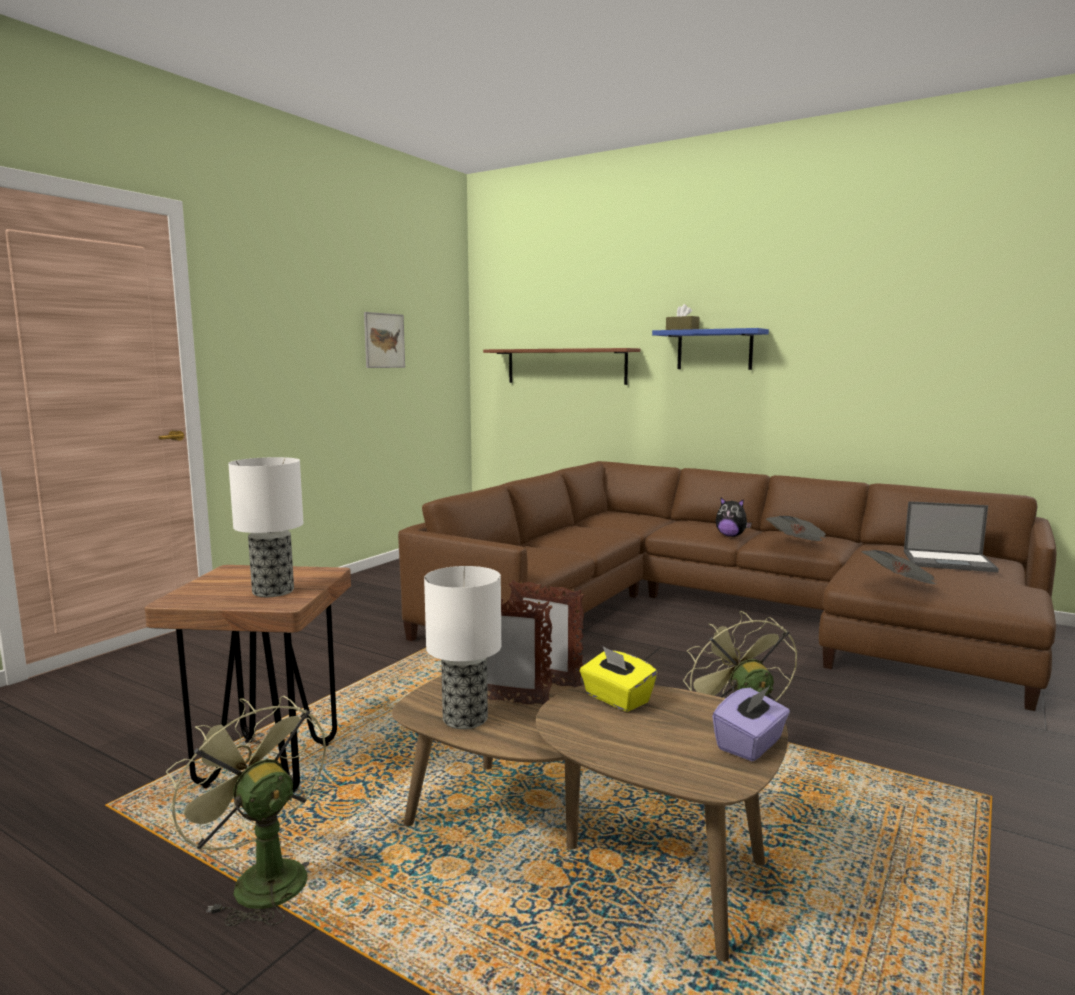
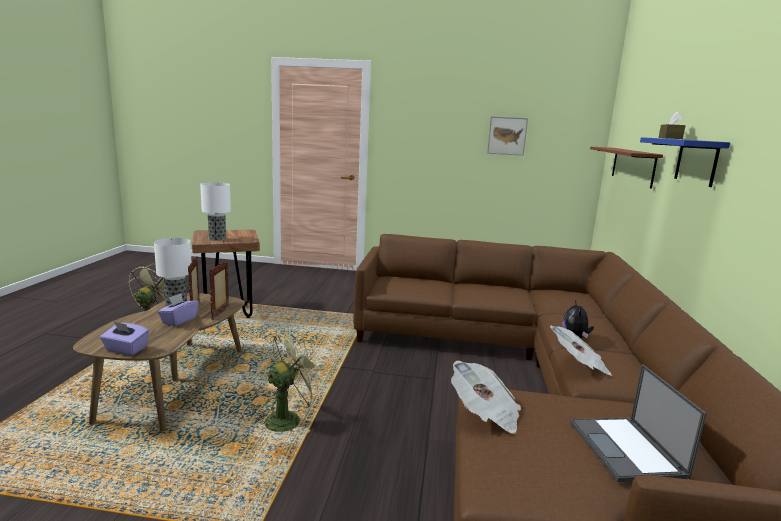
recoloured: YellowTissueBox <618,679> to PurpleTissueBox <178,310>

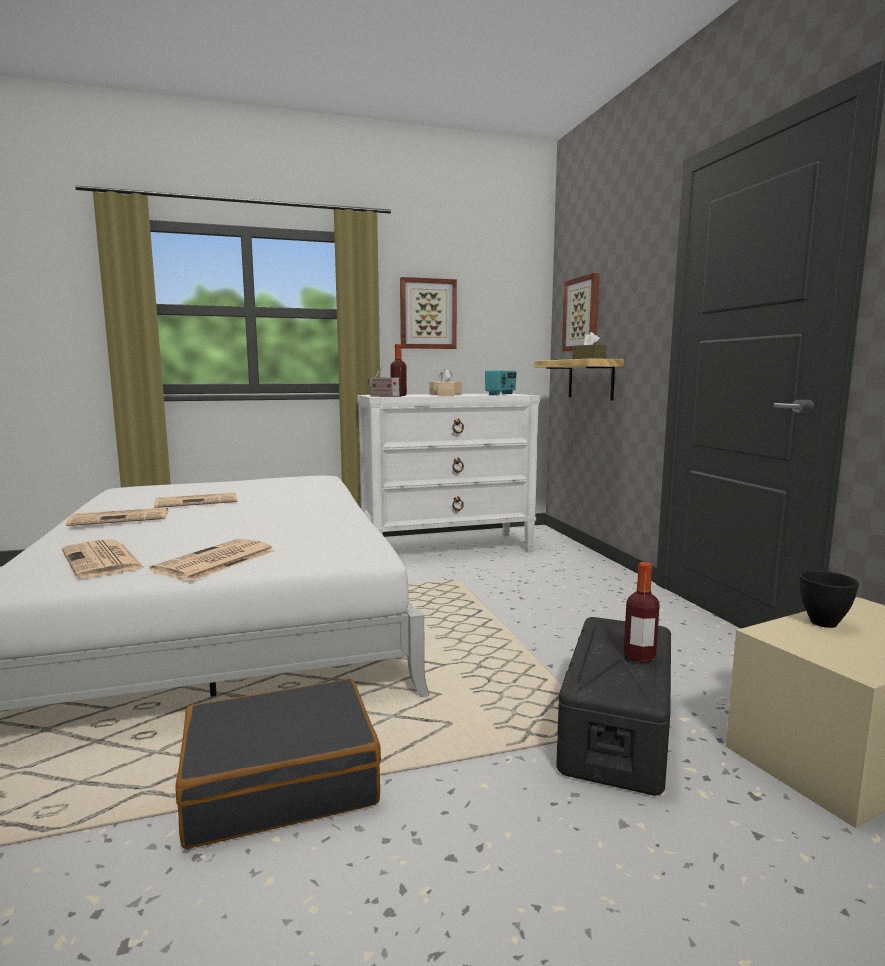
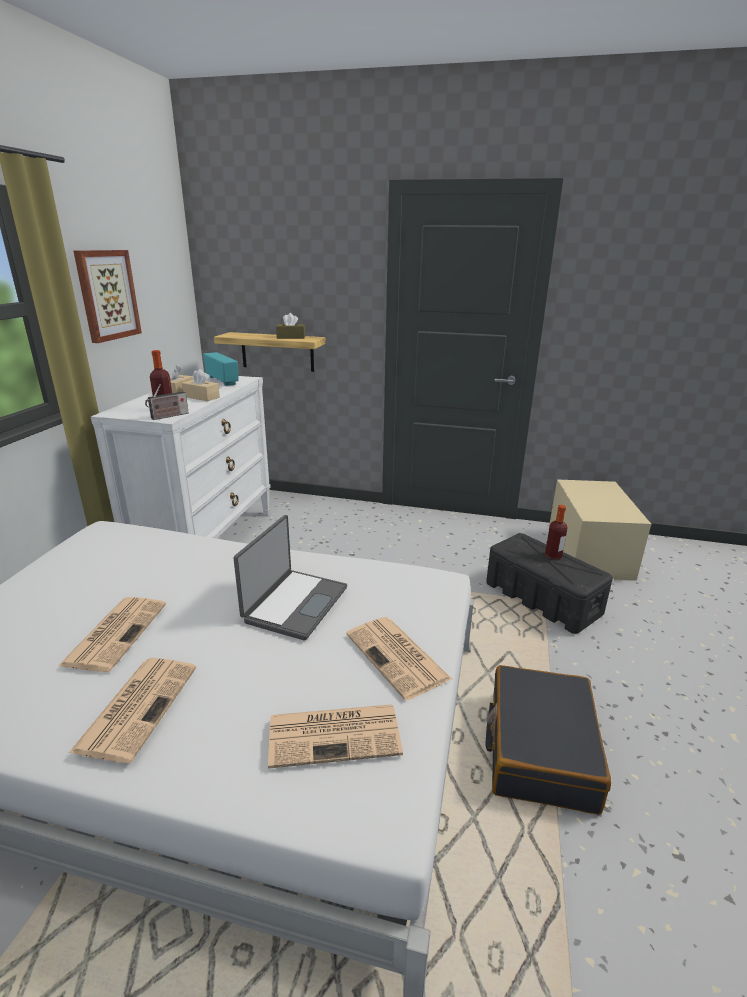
removed: Picture <581,312>; BlackBowl <829,599>
added: Laptop <290,577>

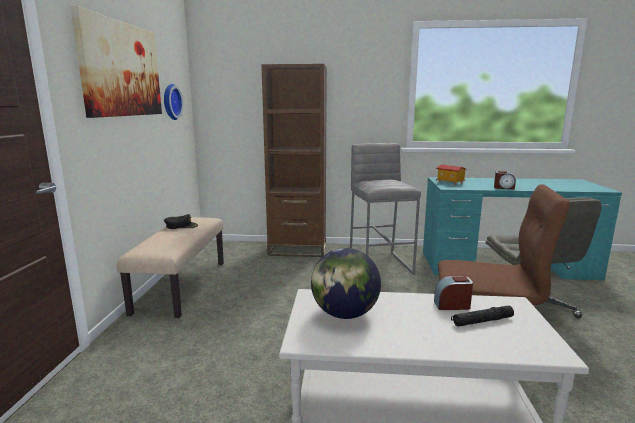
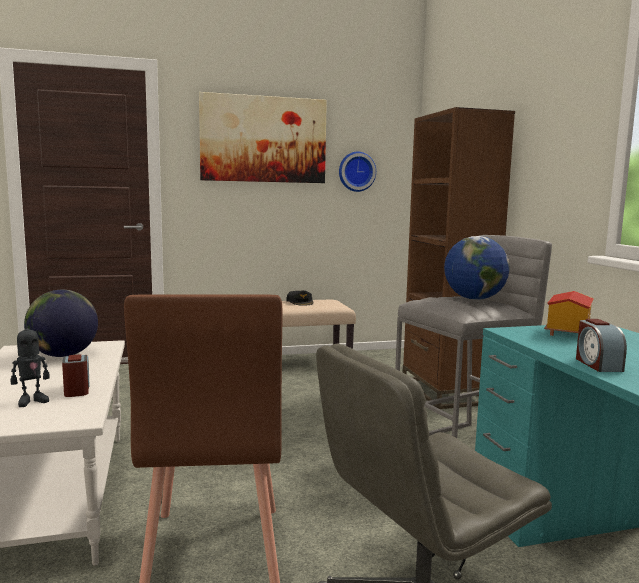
added: Globe <476,268>
replaced: BlackFlashlight <482,316> to ToyRobot <30,362>

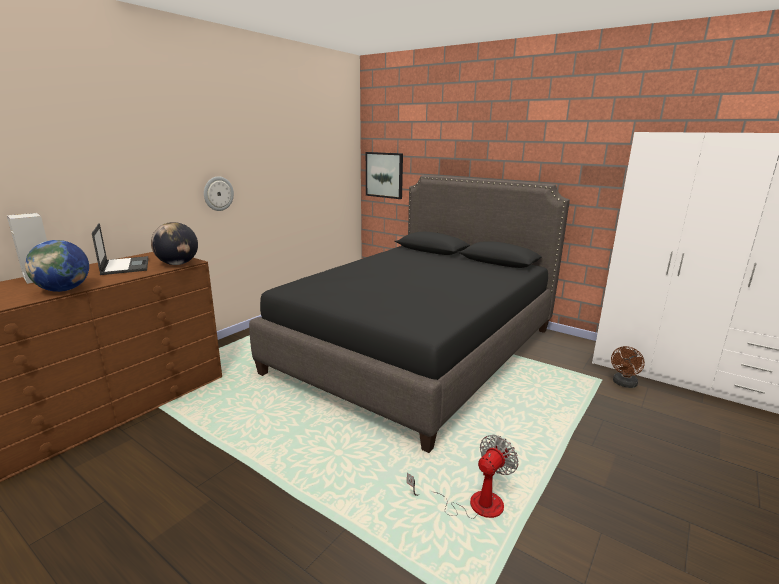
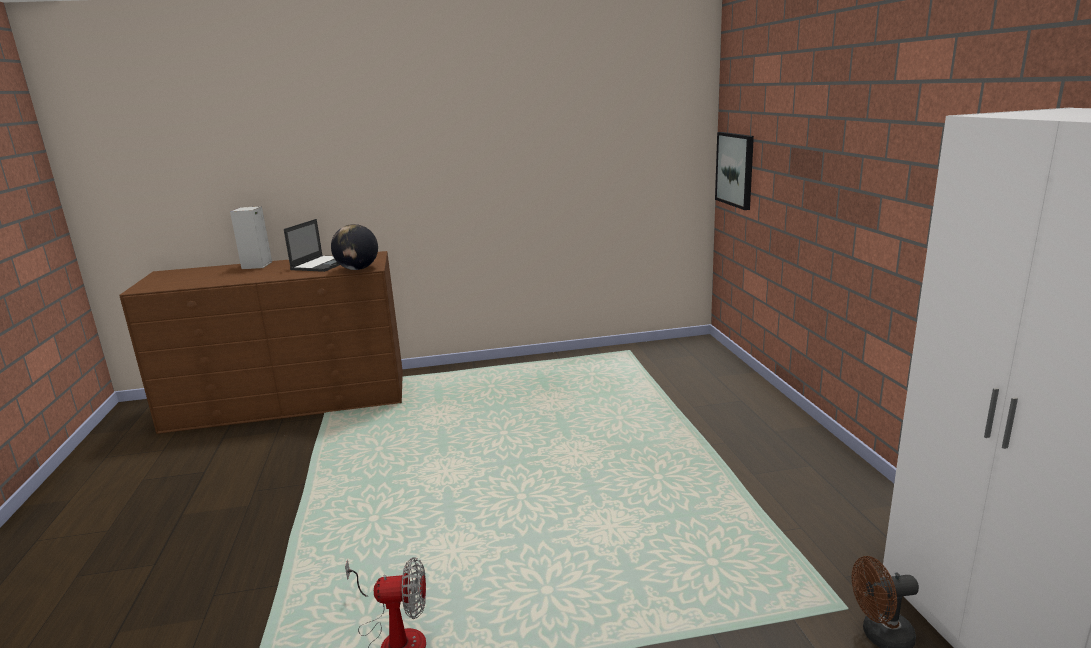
removed: Globe <57,266>; WallClock <219,193>; BlackBed <409,314>

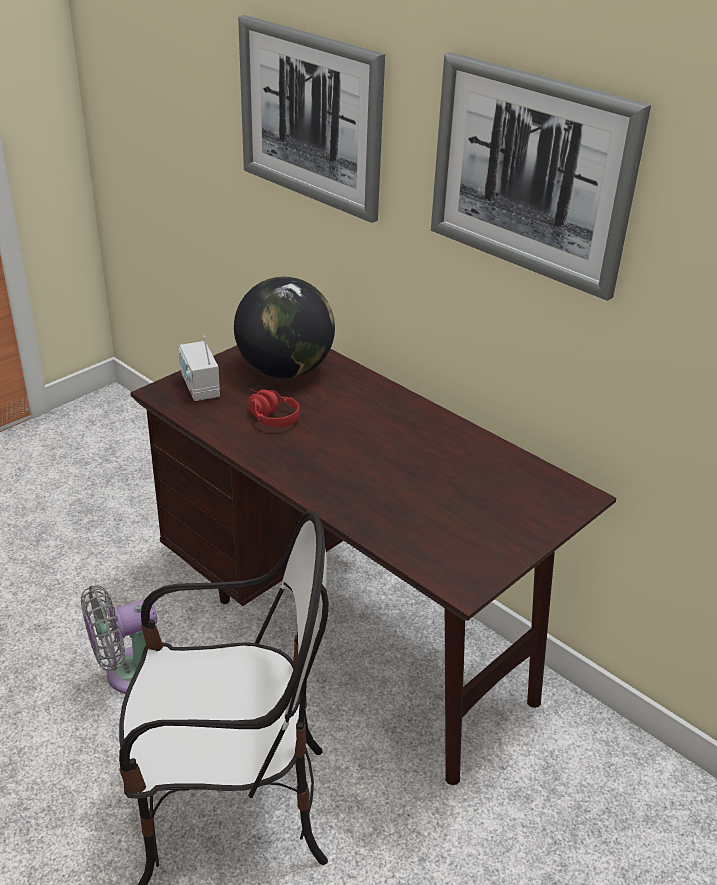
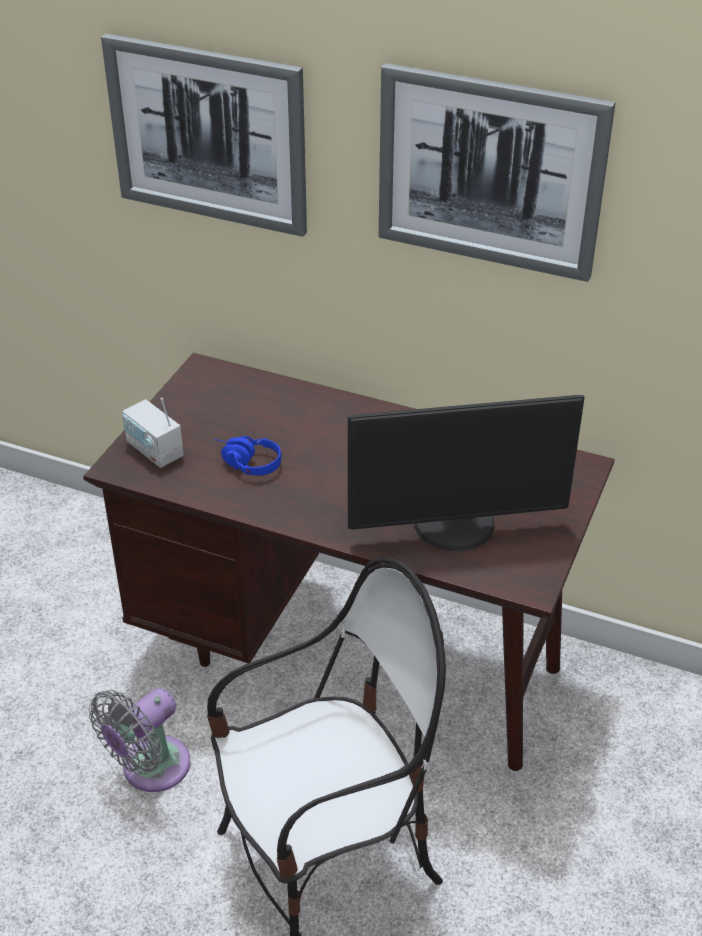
removed: Globe <284,327>
added: Monitor <466,473>
recoloured: RedHeadphones <274,408> to BlueHeadphones <247,455>

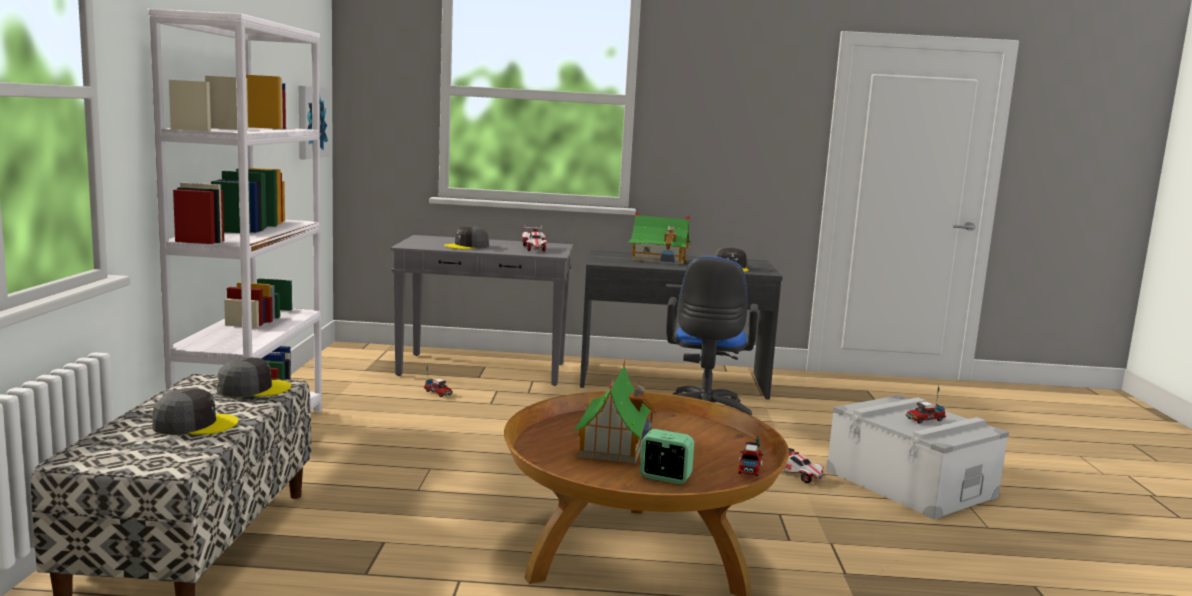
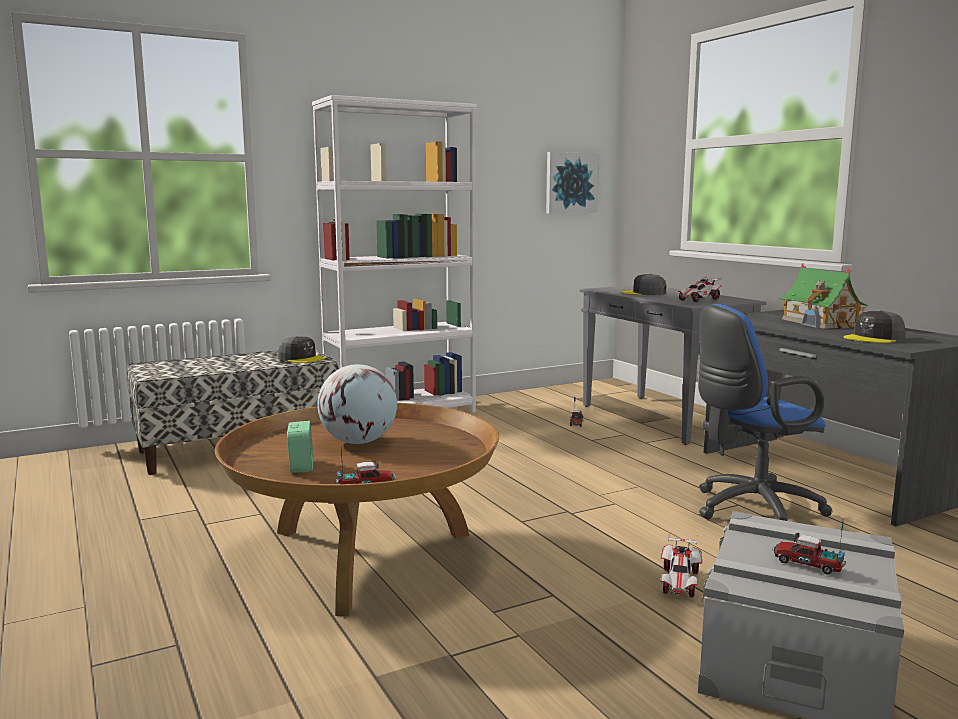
removed: GreyCap <195,411>
replaced: ToyHouse <615,411> to Globe <357,404>

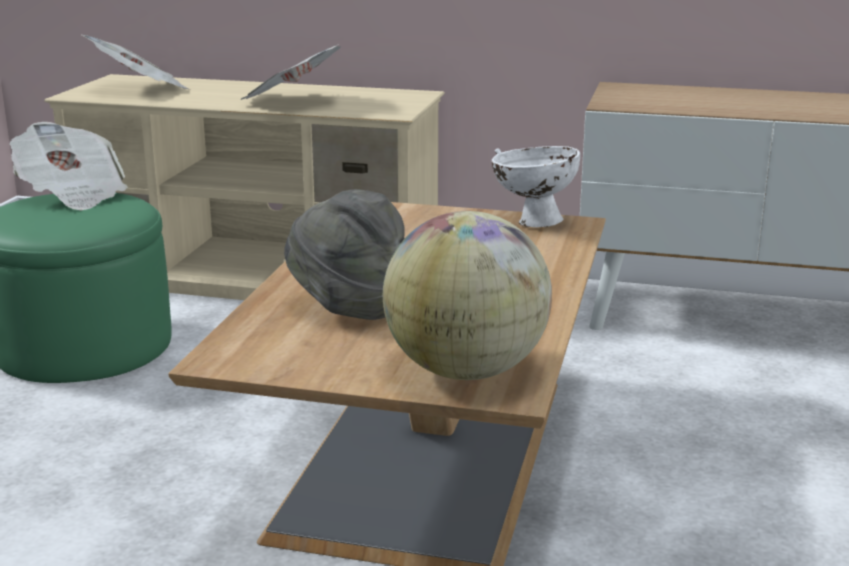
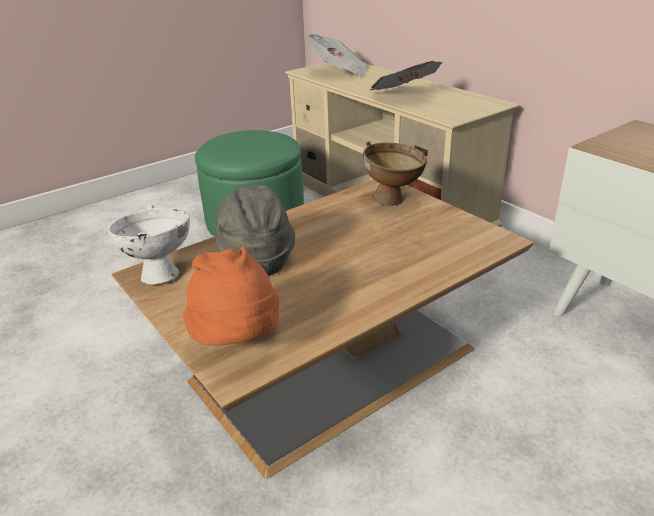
removed: Newspaper <69,166>
added: BrownBowl <395,173>
moved: WhiteBowl <536,186> to <149,244>
replaced: Globe <467,295> to OrangeHat <231,296>

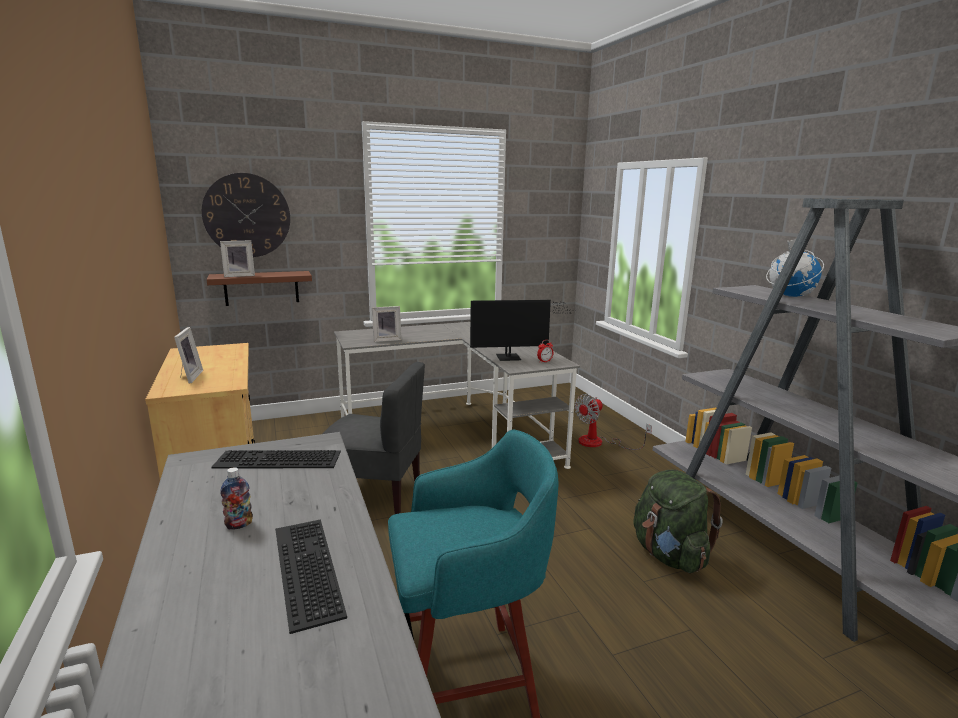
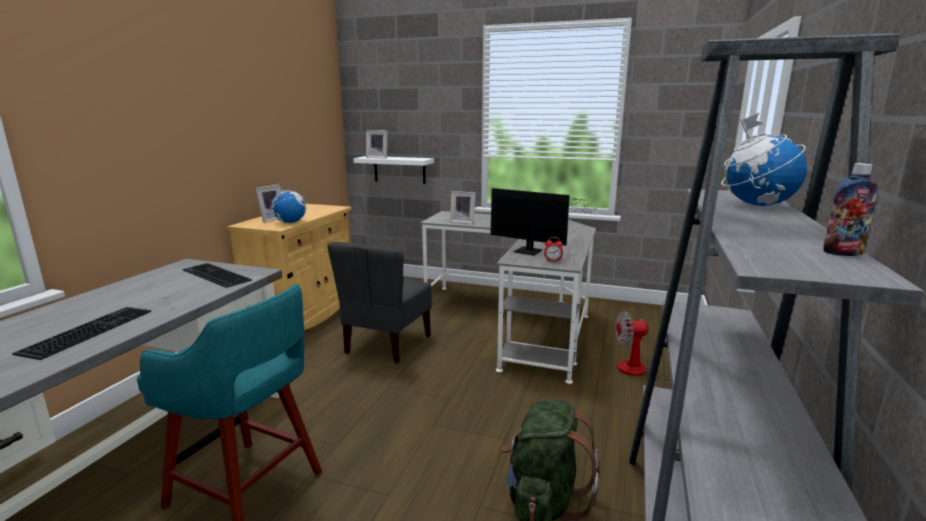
removed: WallClock <246,215>
added: Globe <288,202>
moved: Bottle <236,498> to <851,209>
recoloured: BrownShelf <259,288> to WhiteShelf <393,170>
turned: GreyChair <373,438> = <379,302> 60 degrees clockwise

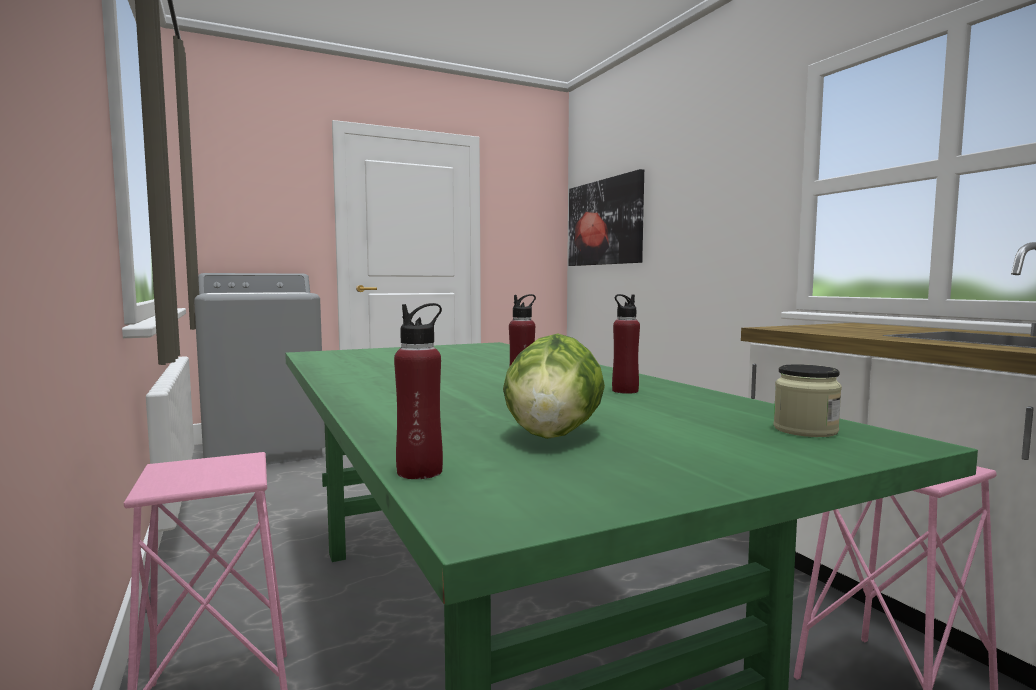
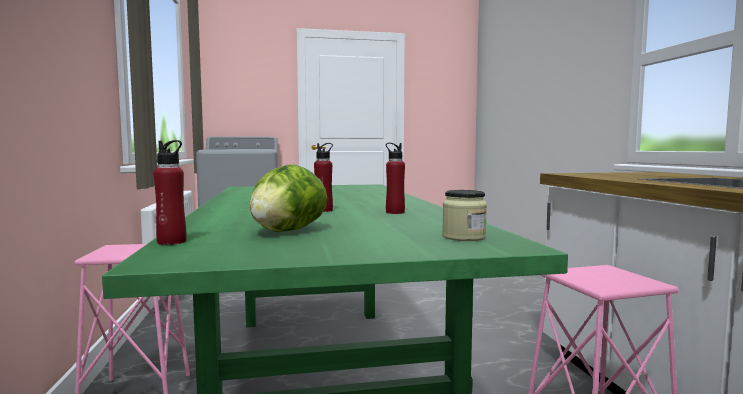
removed: Picture <606,217>

